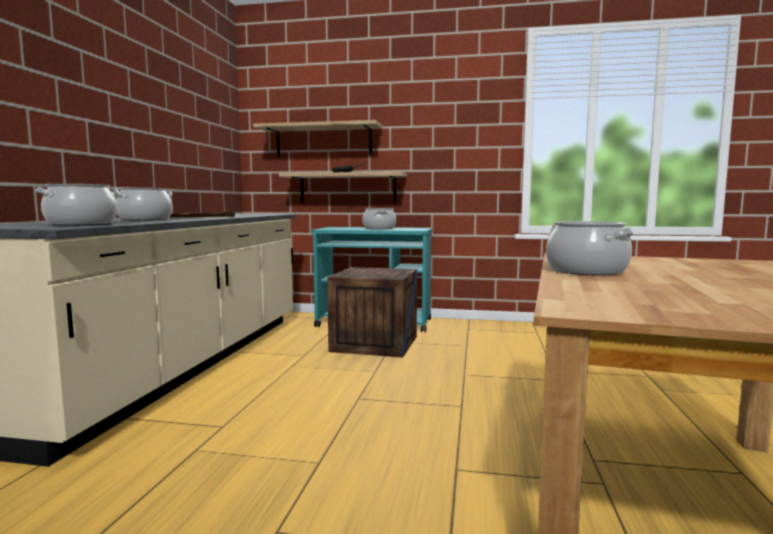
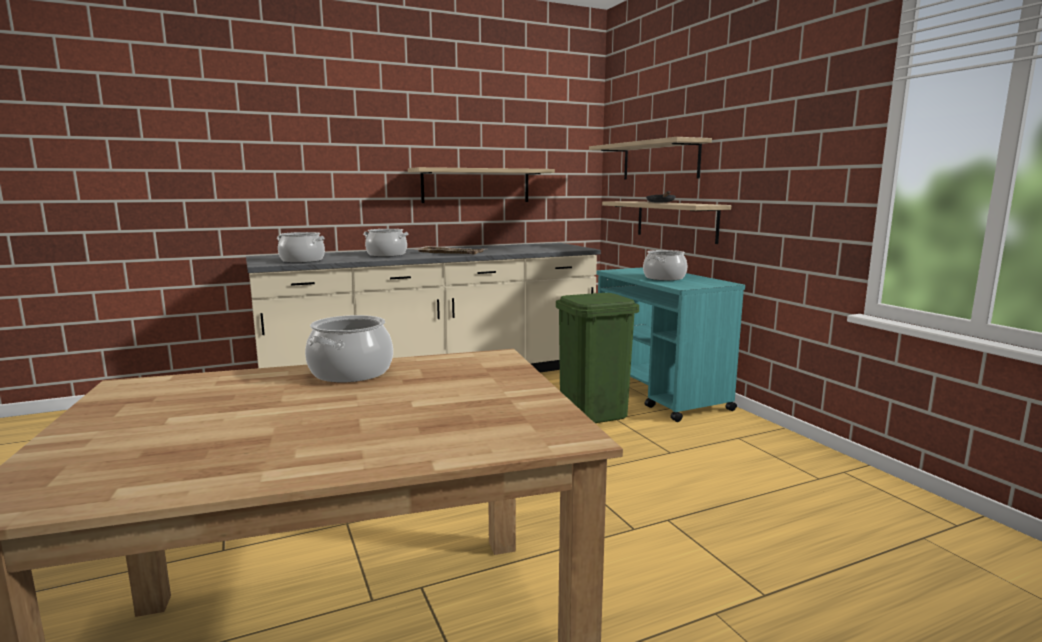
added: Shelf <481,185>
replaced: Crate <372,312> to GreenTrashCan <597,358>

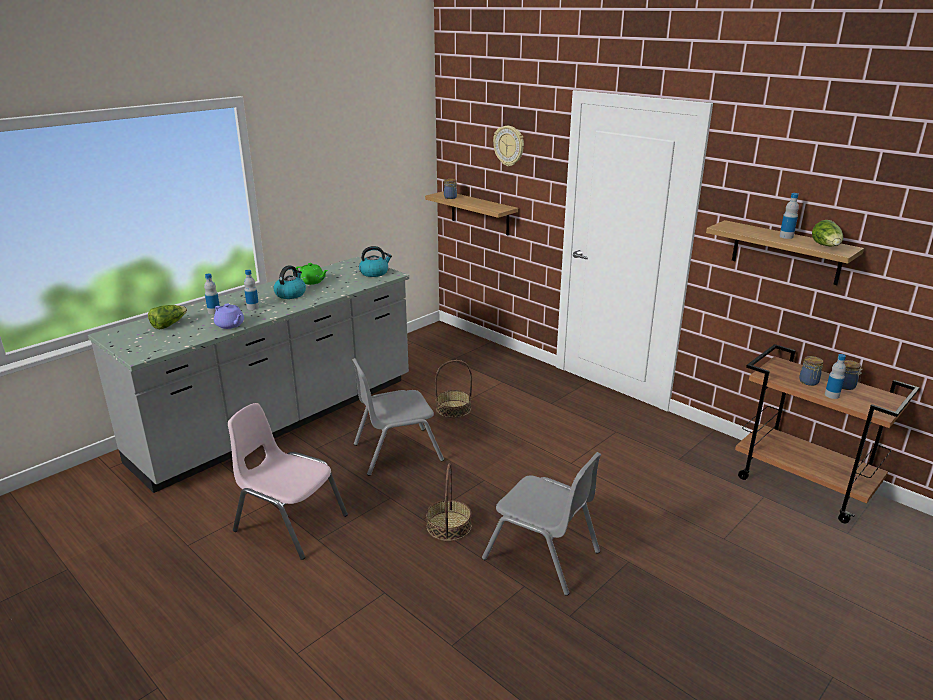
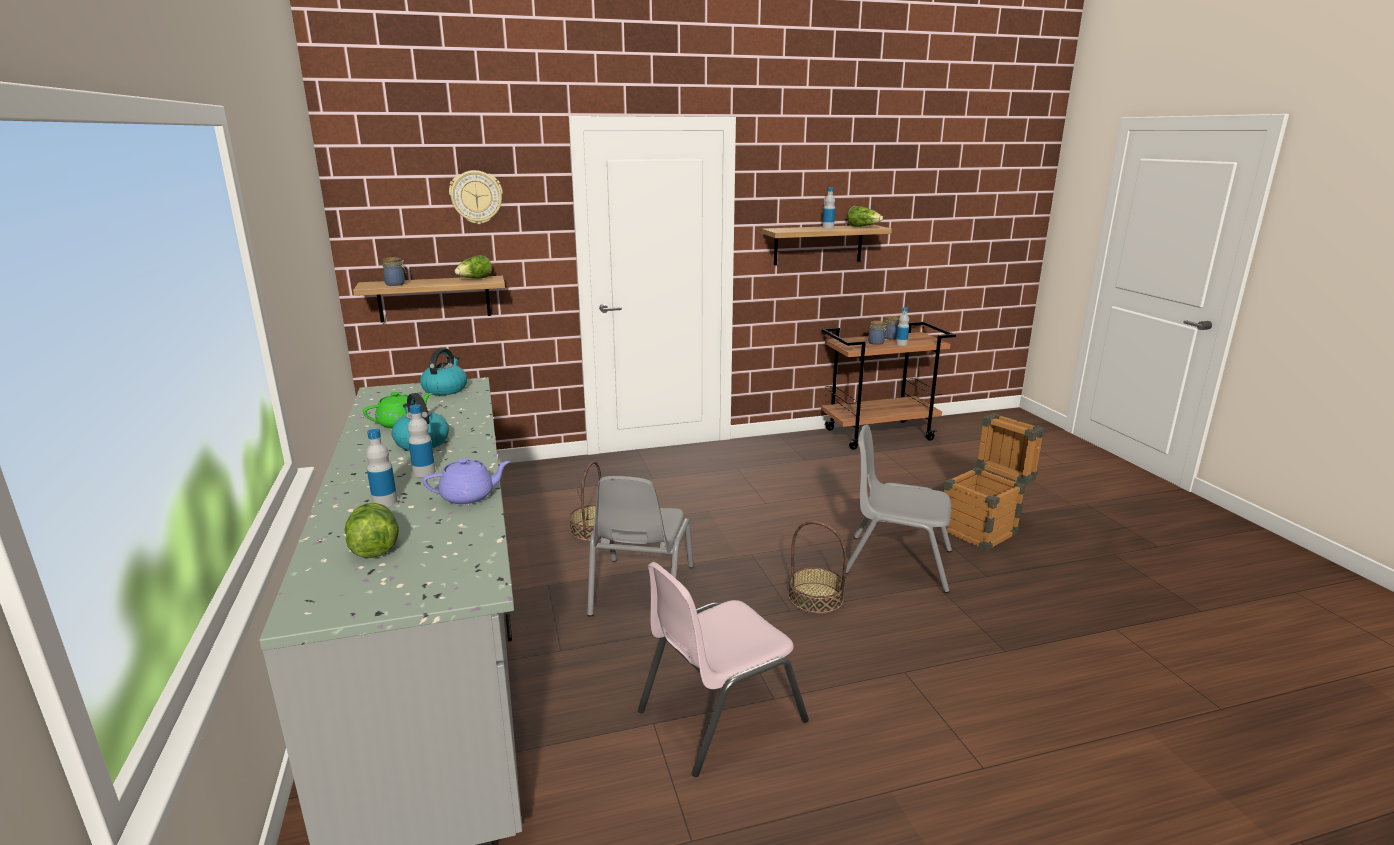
added: Lettuce <473,267>; Crate <991,482>
turned: GreyChair <541,524> = <899,509> 135 degrees counterclockwise

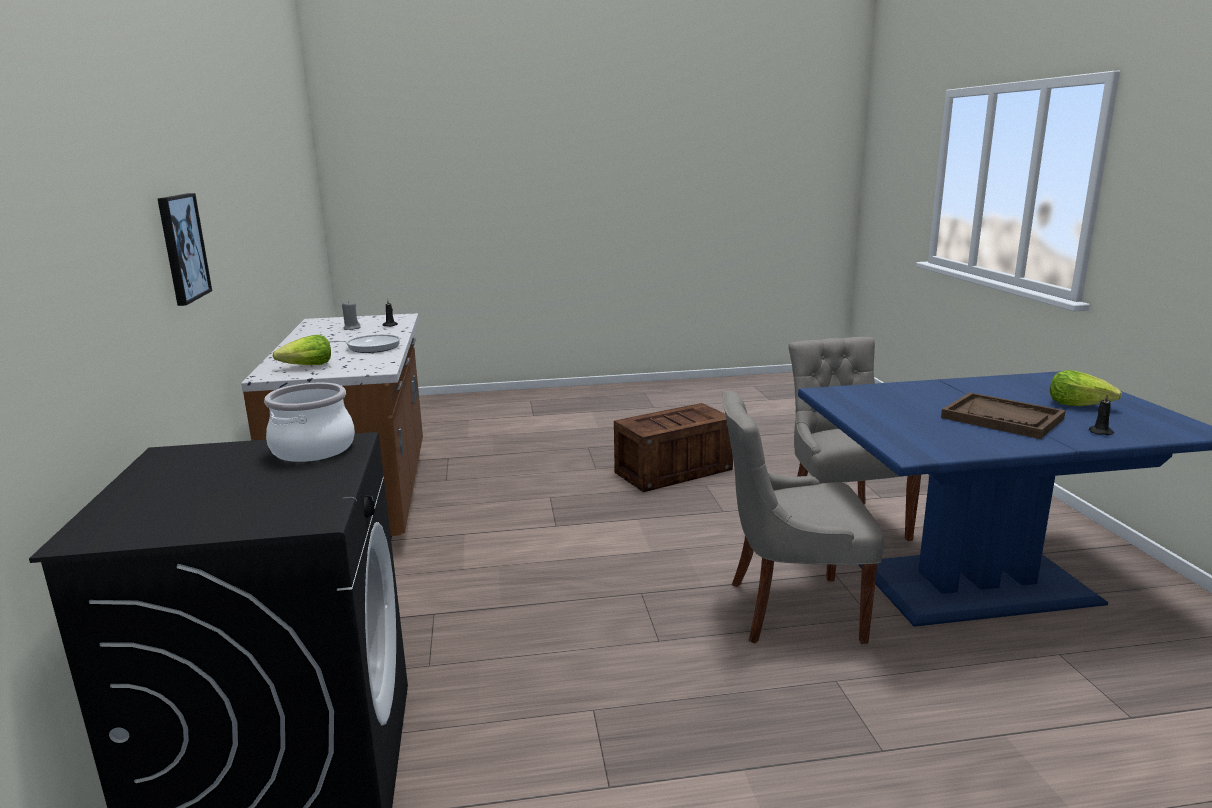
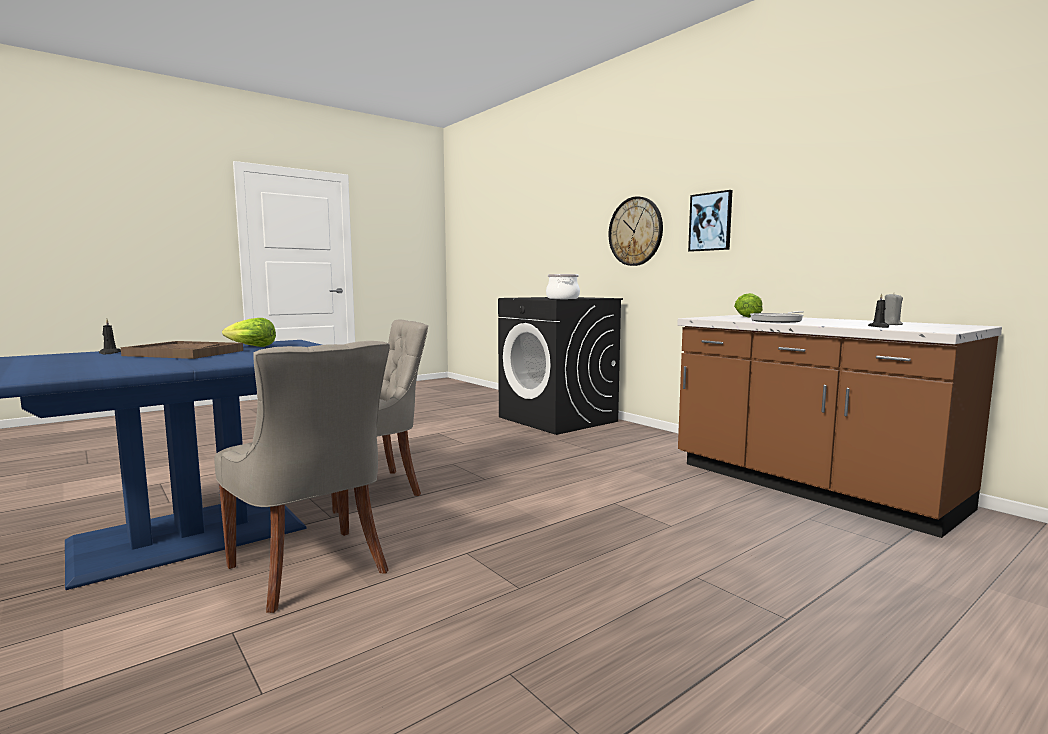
removed: Crate <673,447>
added: WallClock <636,231>
moved: Lettuce <1086,388> to <249,332>

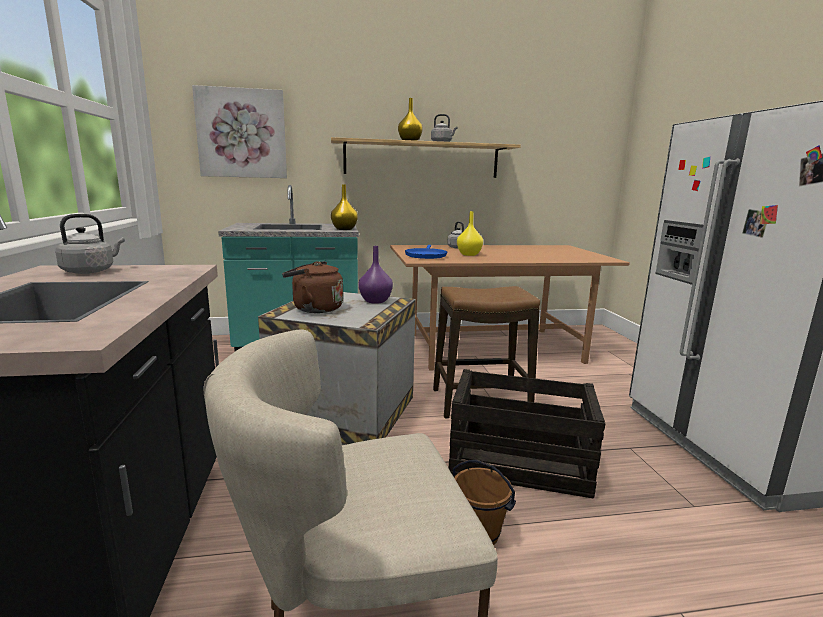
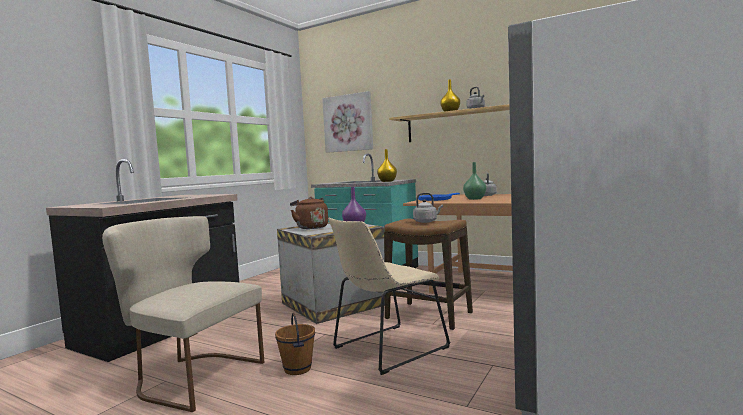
moved: GreyKettle <90,244> to <428,208>
replaced: Crate <527,434> to BeigeChair <389,296>
recoloured: YellowVase <470,233> to GreenVase <474,181>

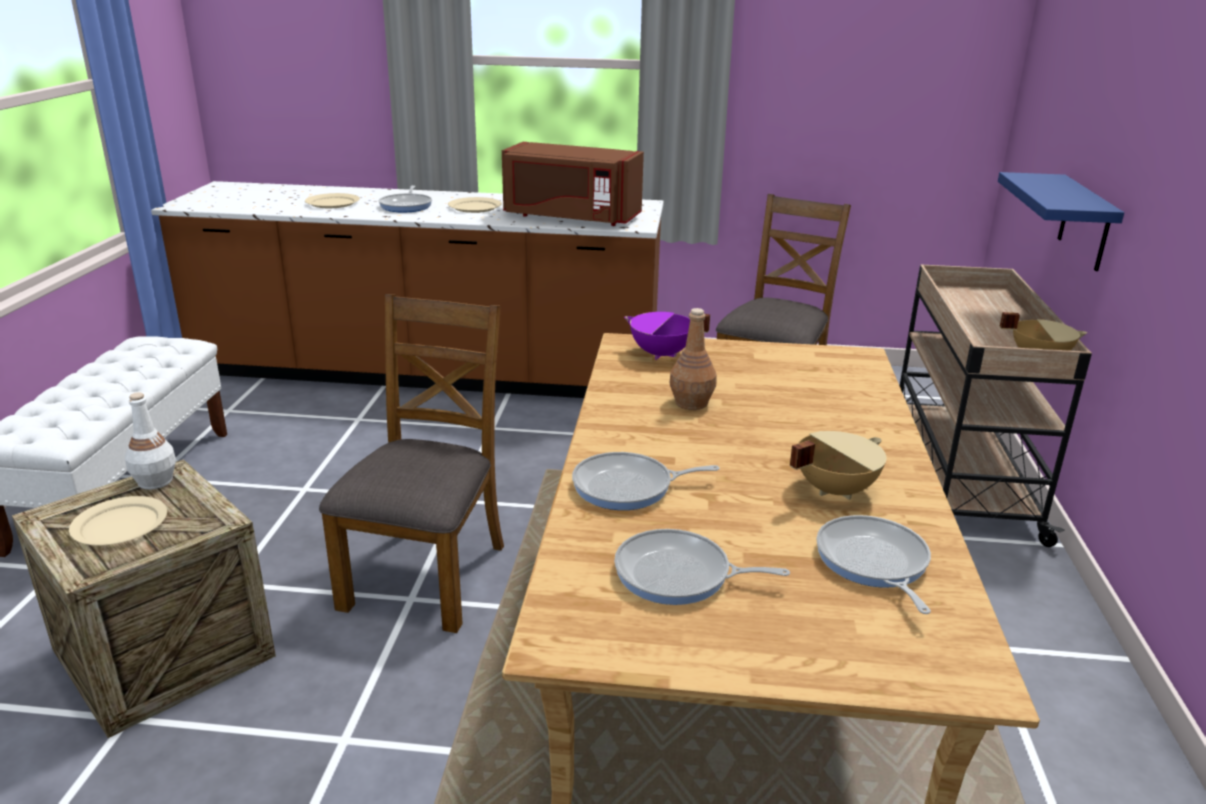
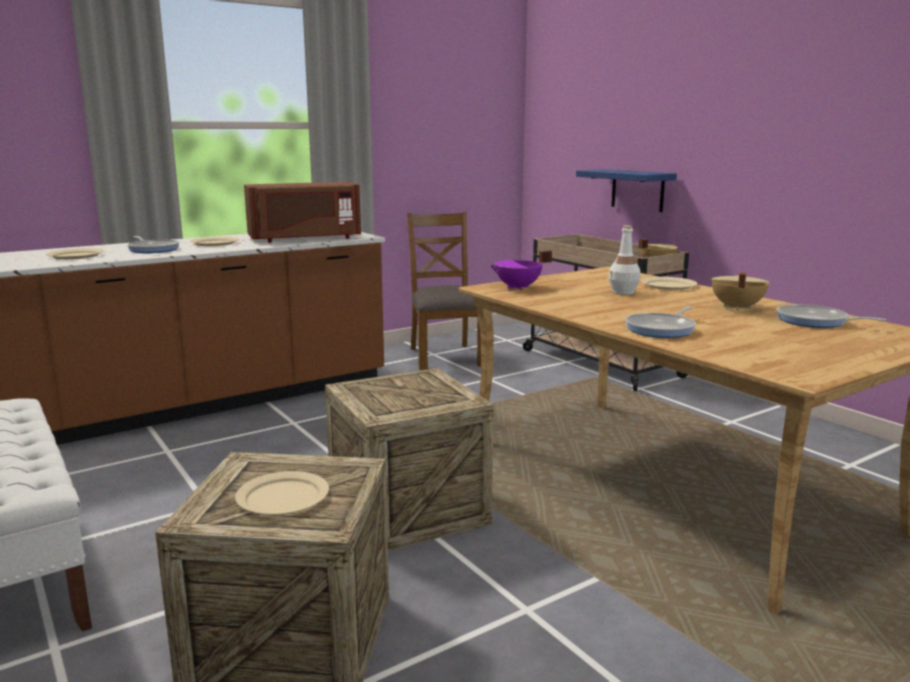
removed: FryingPan <702,567>; BrownBottle <693,359>
added: BeigePlate <669,283>
moved: WhiteBottle <150,441> to <624,260>
replaced: BrownChair <411,463> to Crate <409,459>

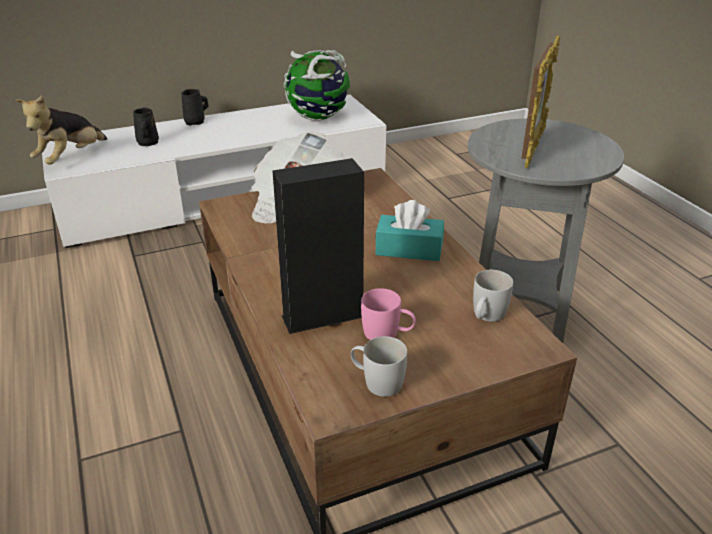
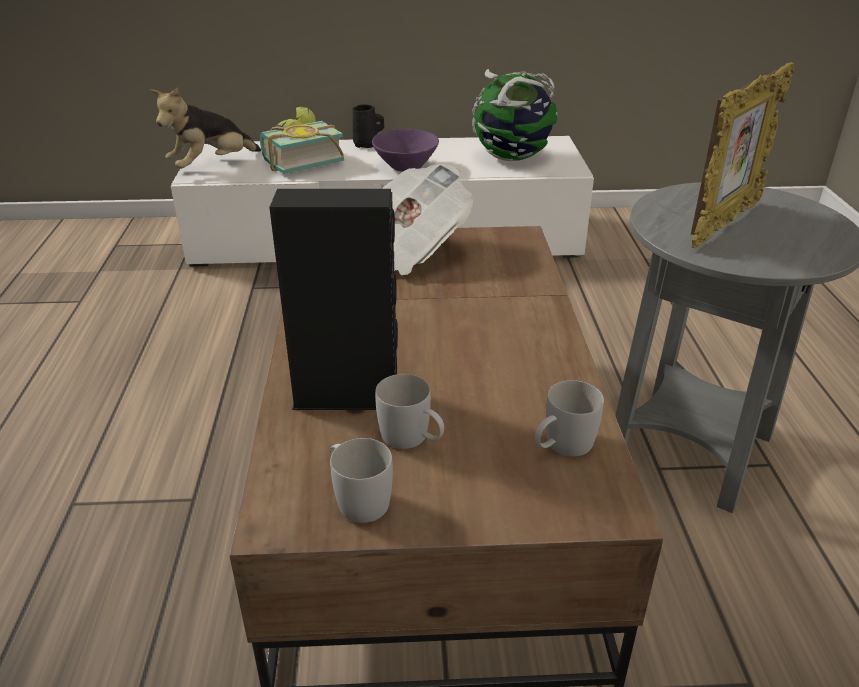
removed: TurquoiseTissueBox <409,230>
added: PurpleBowl <405,150>
replaced: BlackMug <146,127> to Book <302,140>
recoloured: PinkMug <388,314> to WhiteMug <409,411>

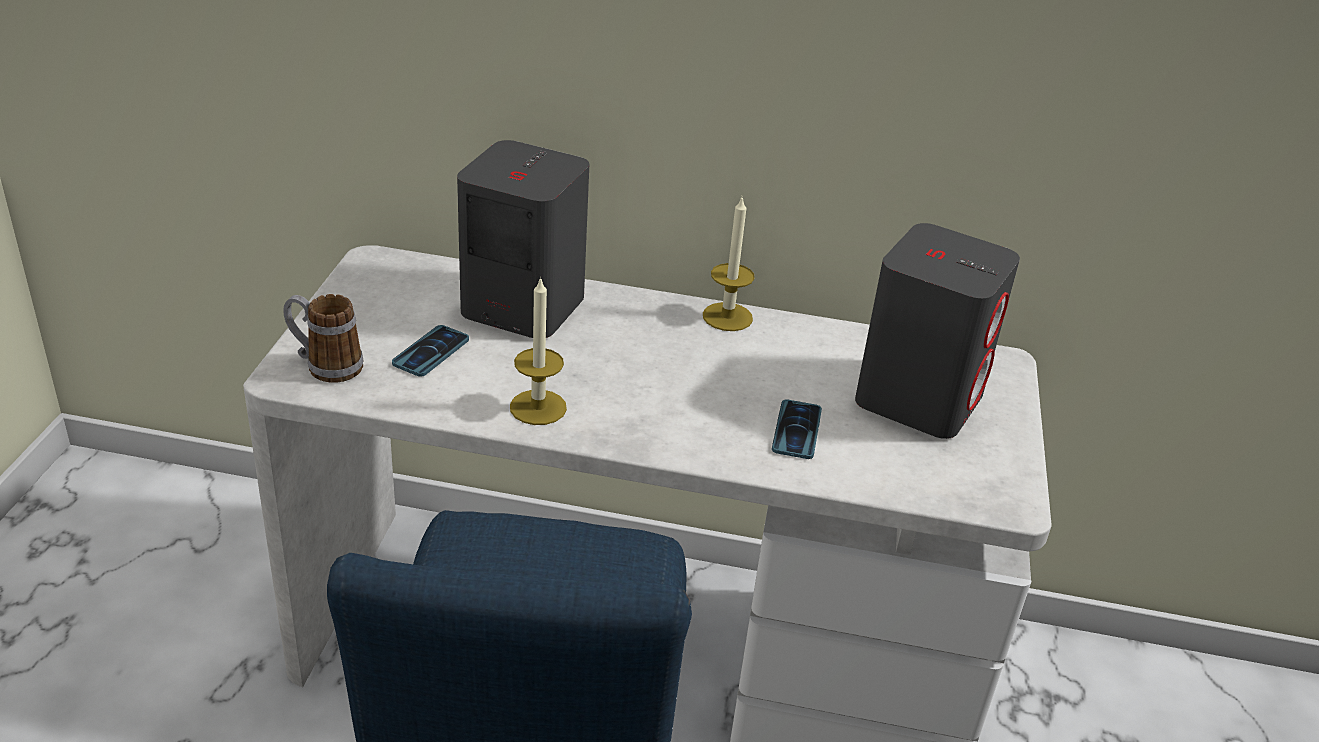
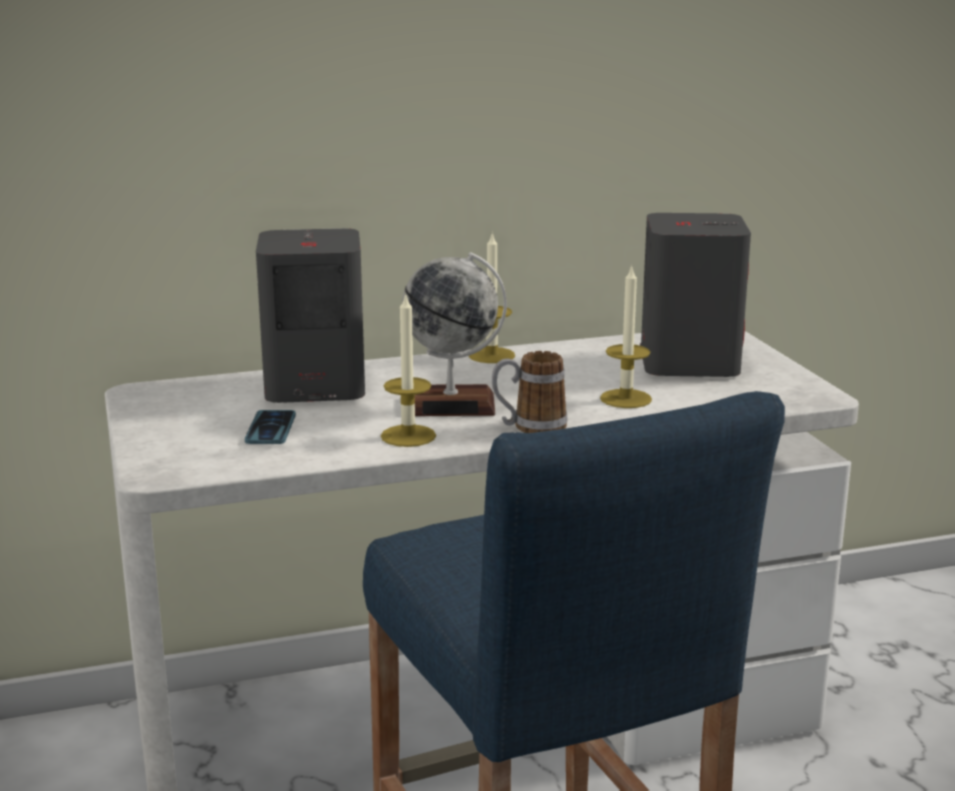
added: Globe <454,334>
moved: Mug <323,338> to <530,392>
replaced: Phone <797,429> to Candle <626,336>

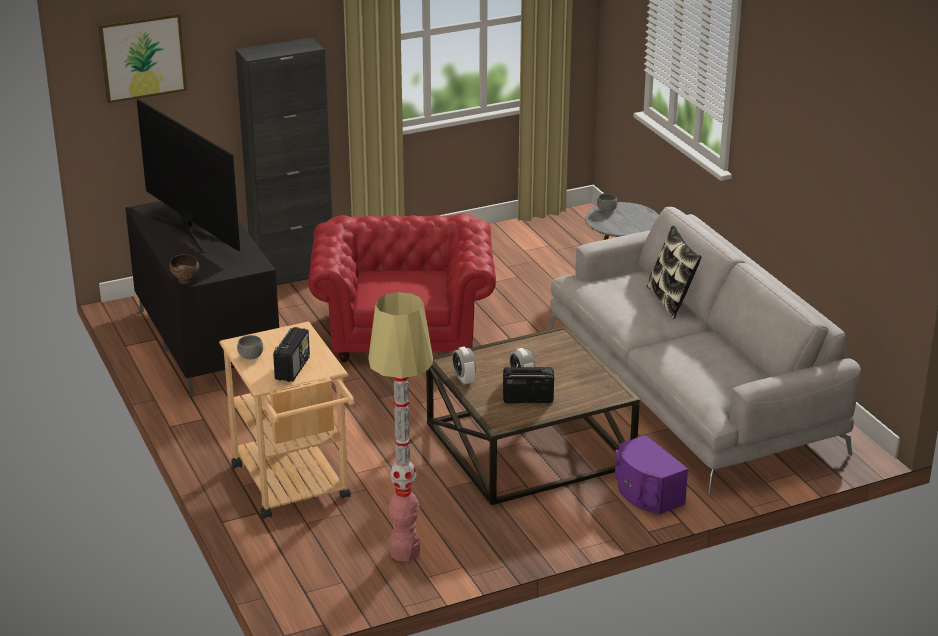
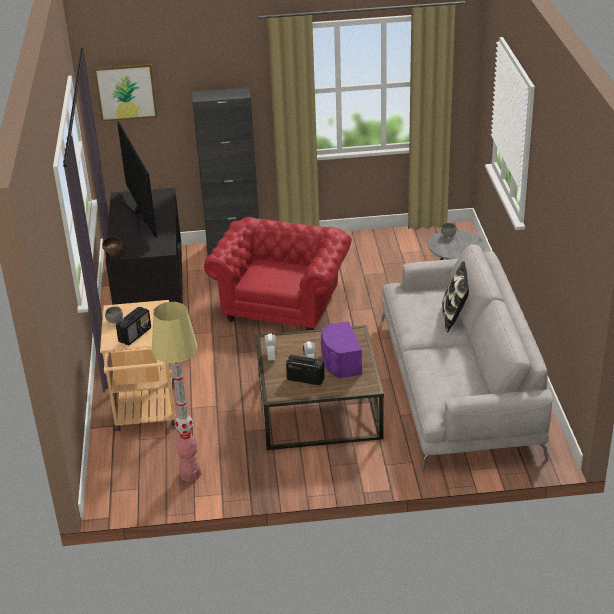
moved: PurpleSpeaker <651,474> to <341,349>

